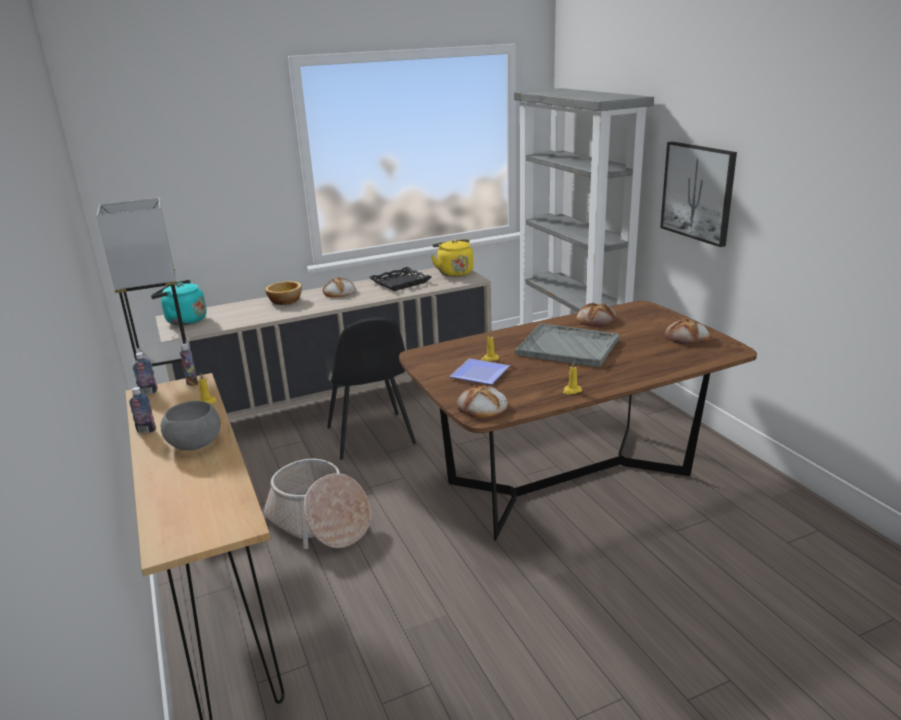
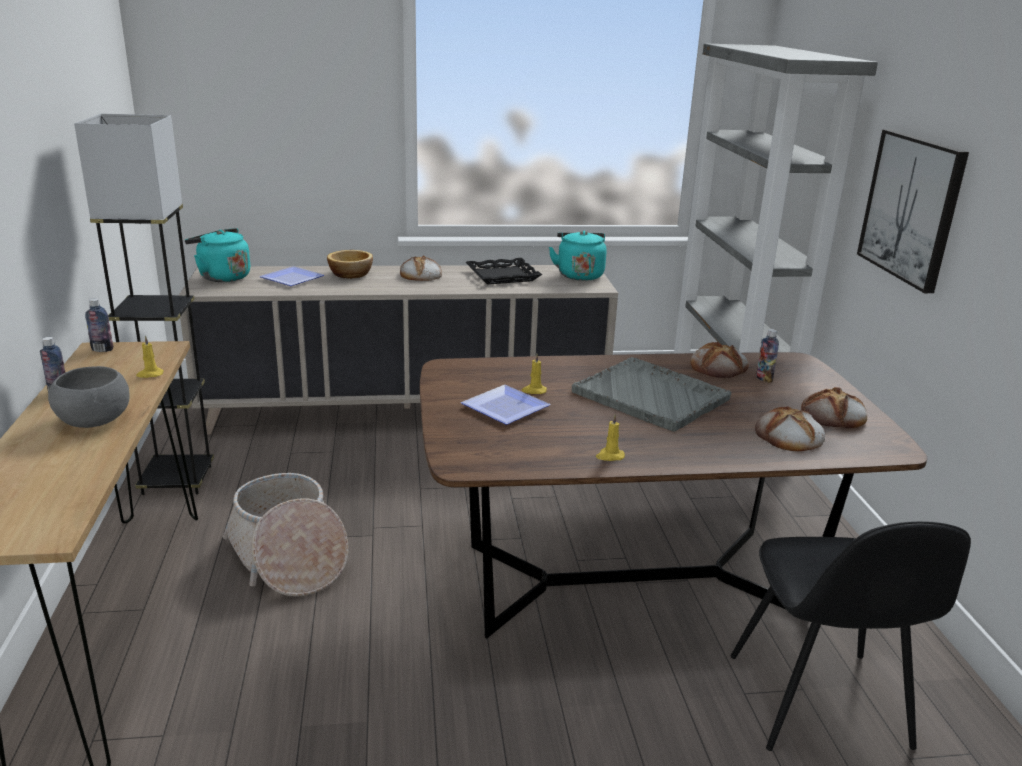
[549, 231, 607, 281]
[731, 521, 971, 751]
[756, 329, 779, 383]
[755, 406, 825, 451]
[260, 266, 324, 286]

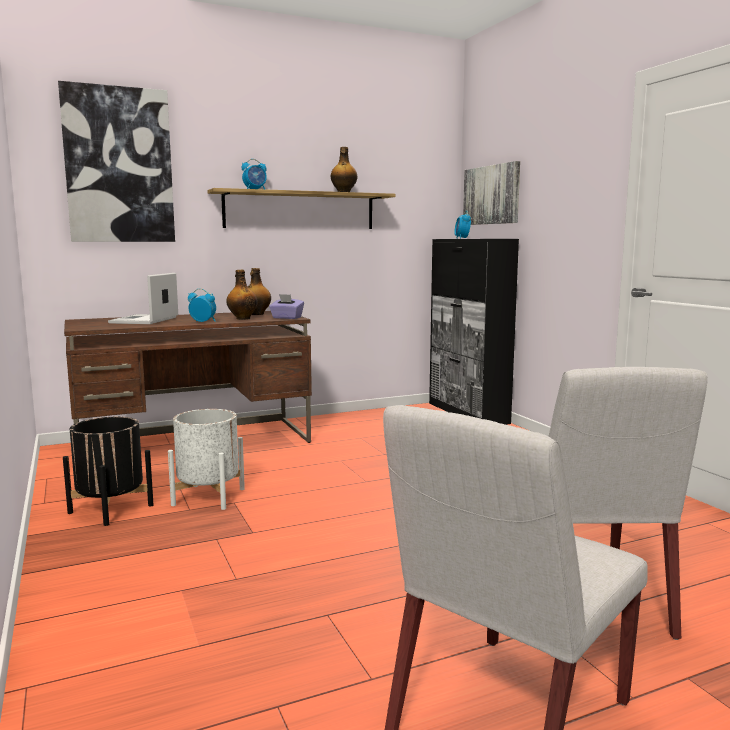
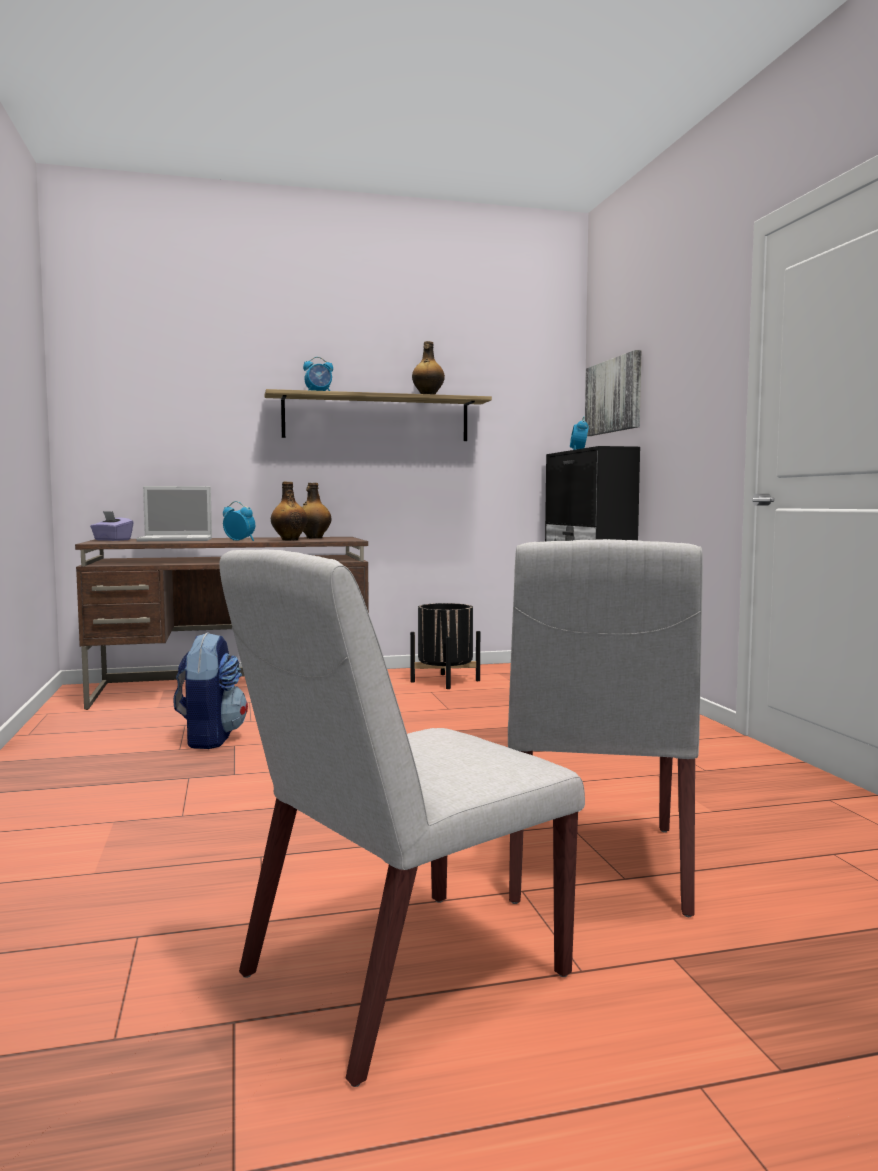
[58, 81, 175, 242] (first image)
[136, 486, 212, 541]
[90, 511, 134, 541]
[173, 632, 248, 749]
[410, 603, 480, 689]

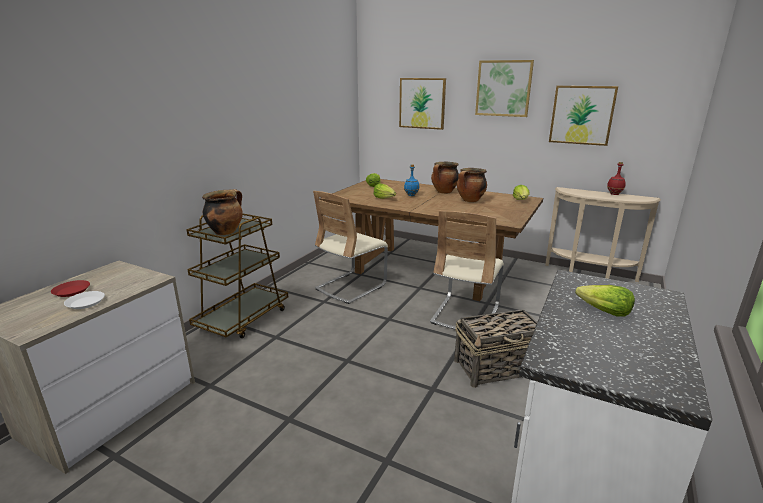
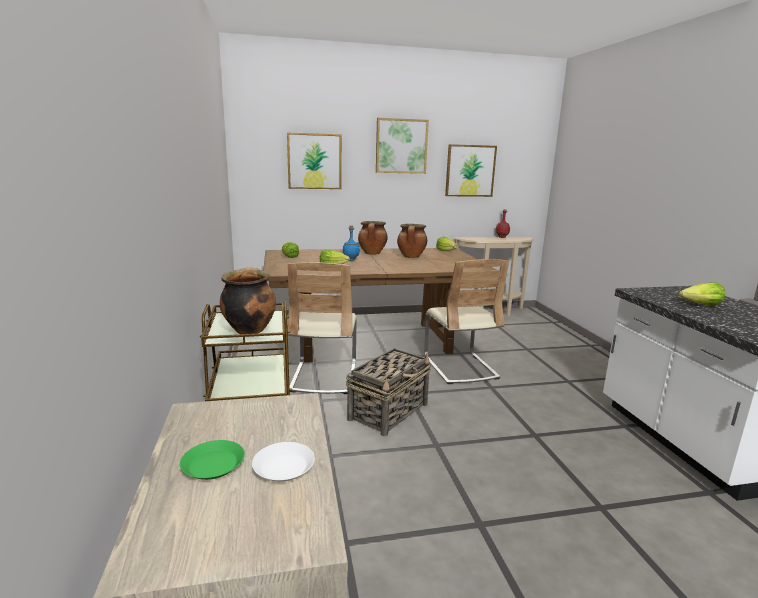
[180, 440, 245, 480]
[346, 348, 431, 436]

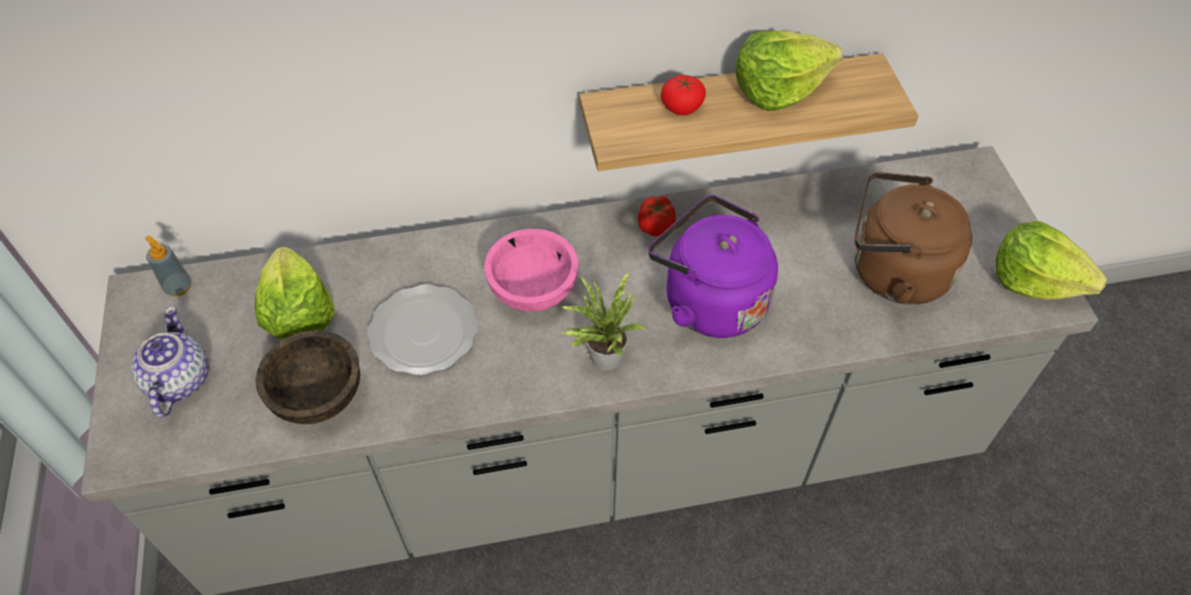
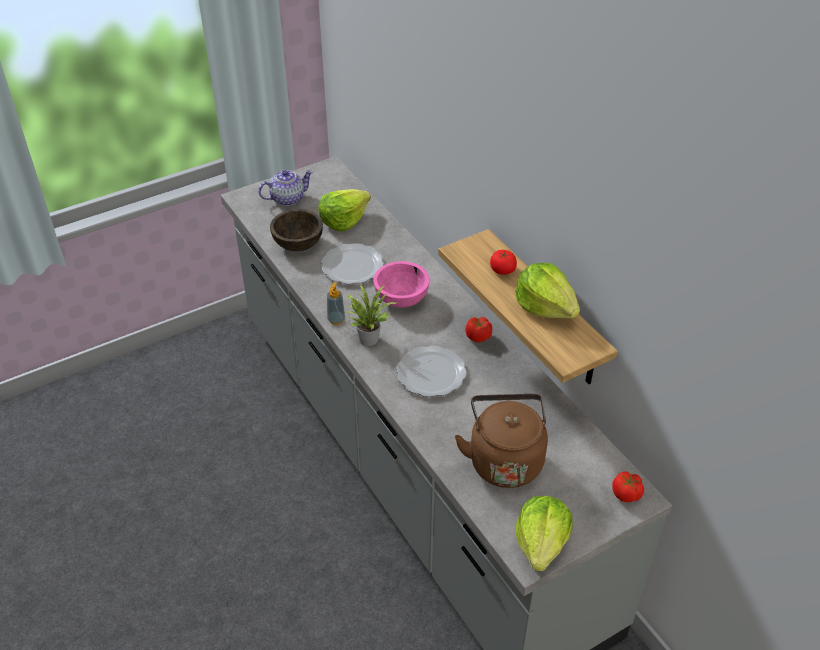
[396, 346, 467, 397]
[327, 282, 345, 325]
[612, 471, 644, 502]

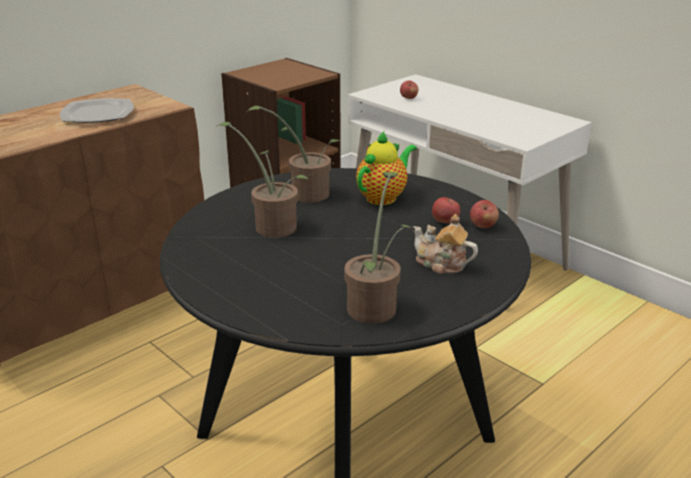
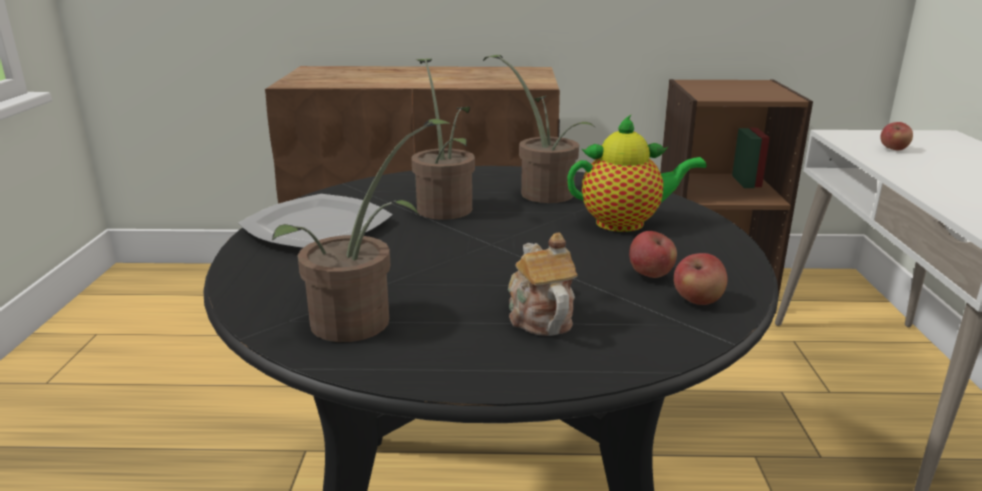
[238, 194, 393, 248]

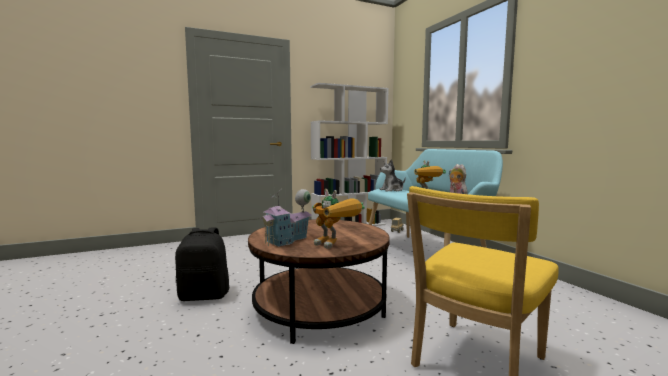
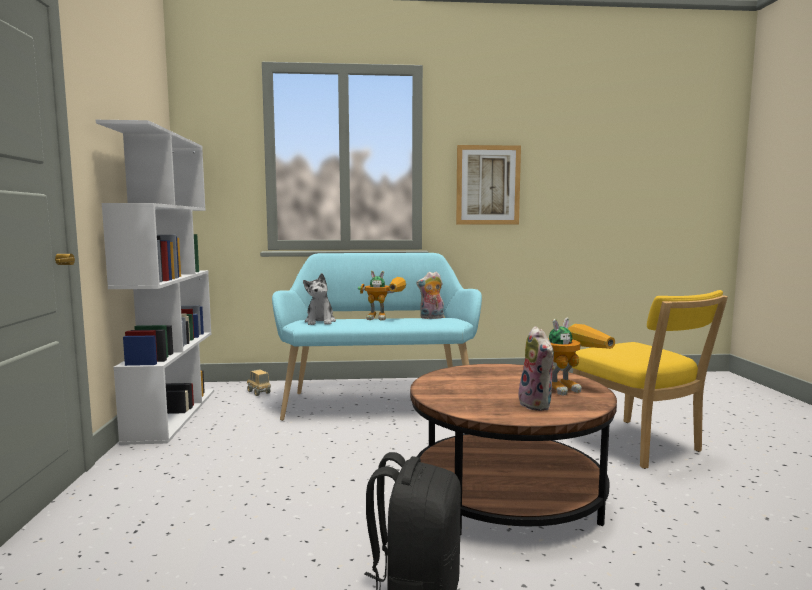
[519, 326, 555, 411]
[456, 145, 521, 224]

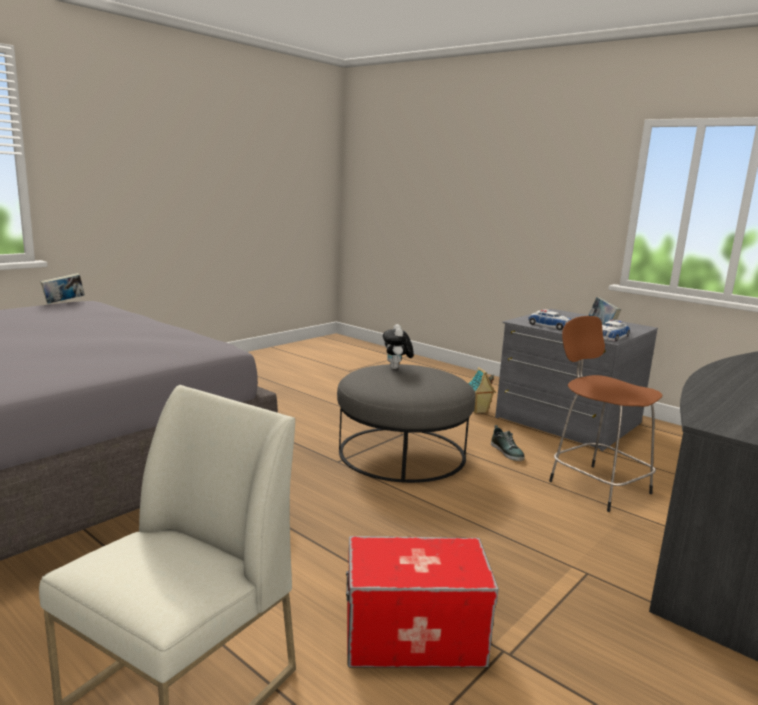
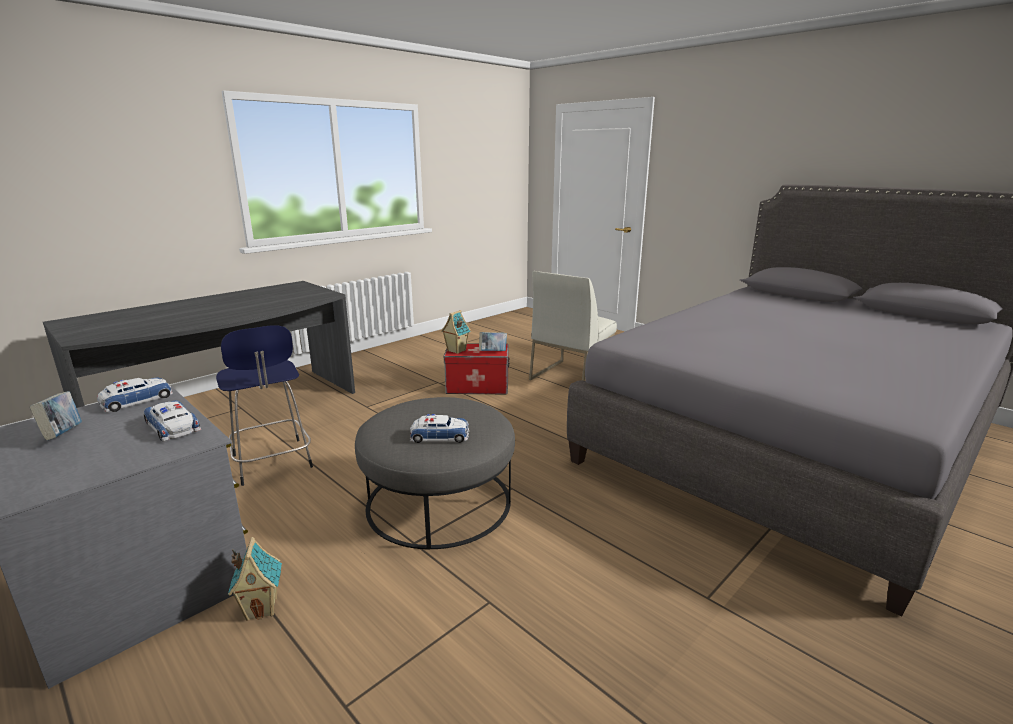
[479, 332, 507, 351]
[216, 325, 313, 486]
[410, 414, 470, 443]
[491, 425, 525, 461] (first image)
[441, 310, 471, 354]

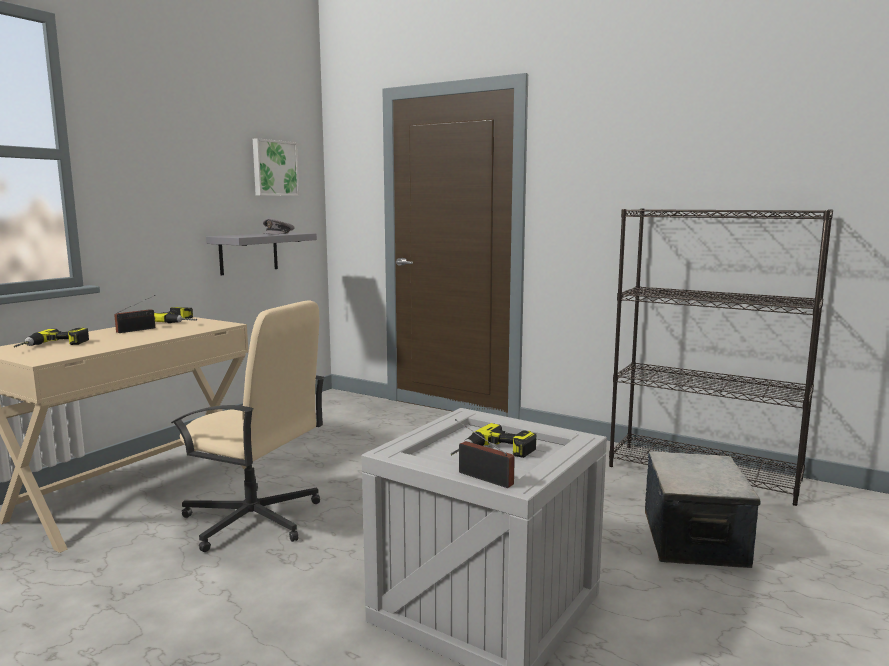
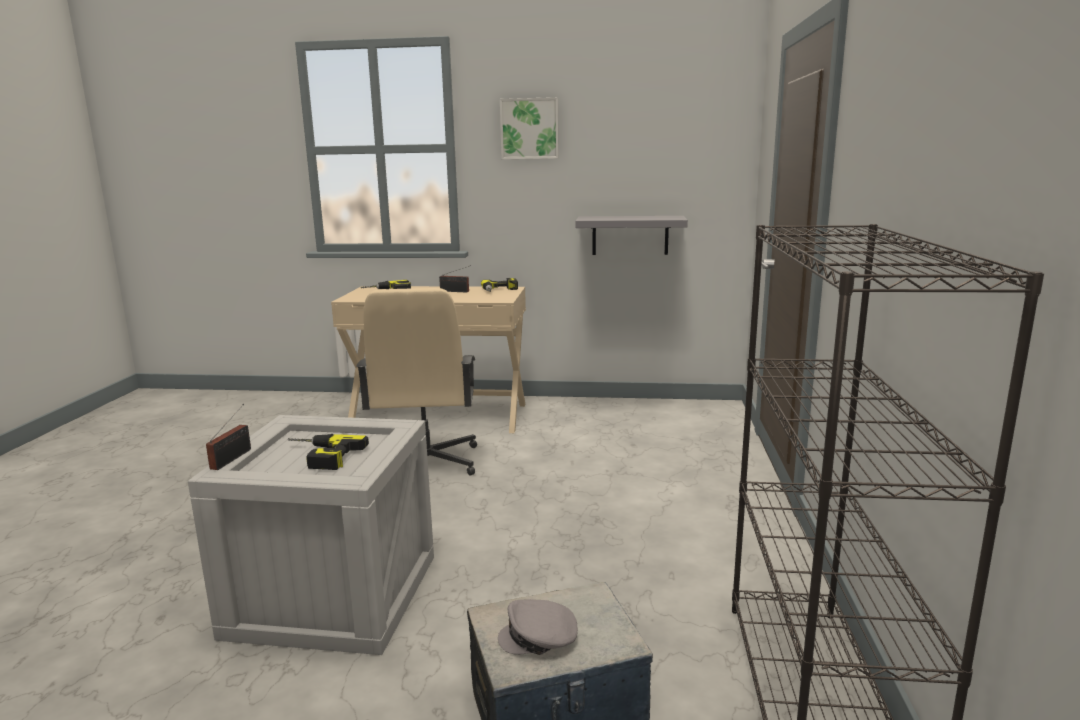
[500, 97, 559, 159]
[498, 599, 578, 655]

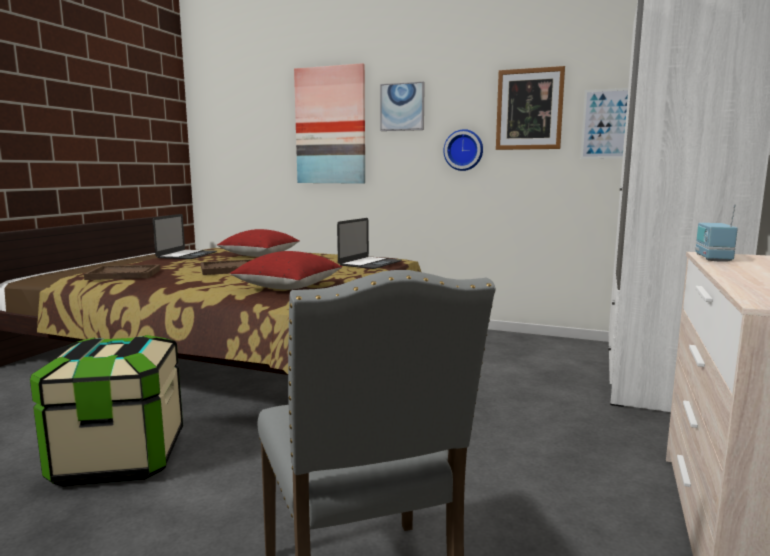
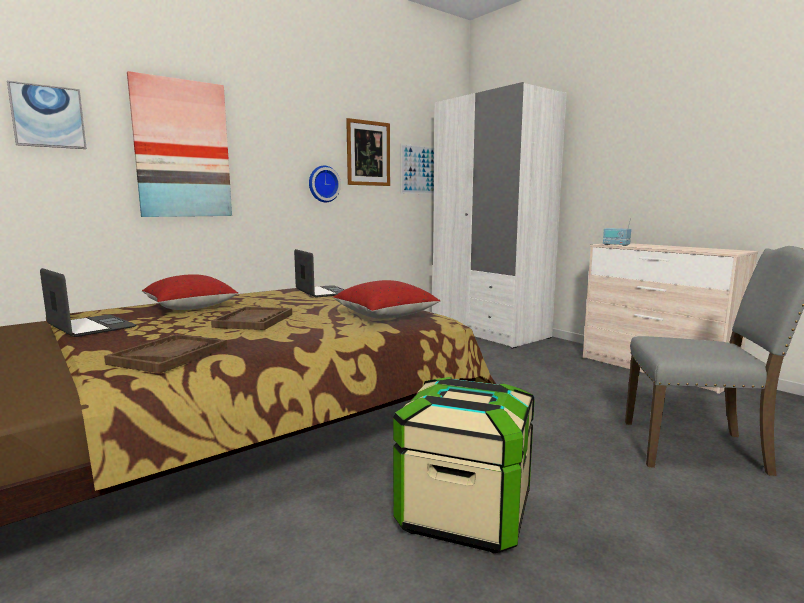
[7, 81, 87, 149]

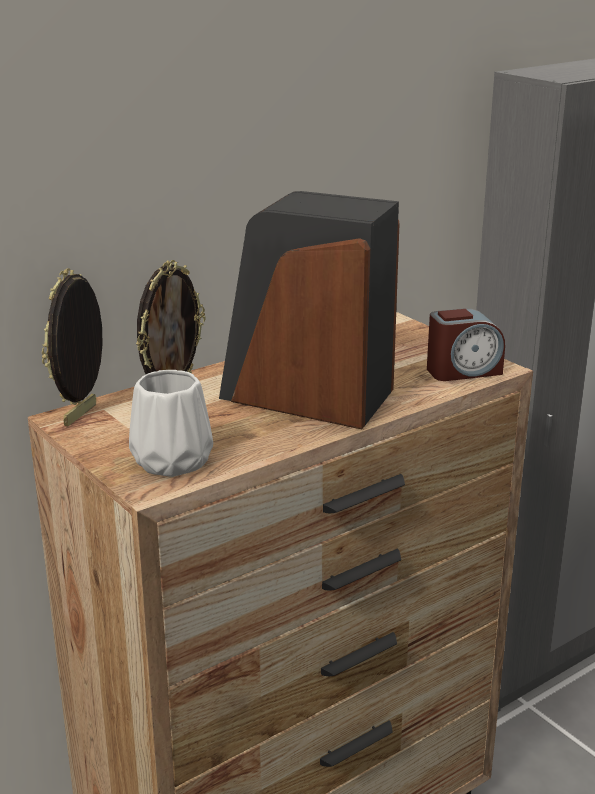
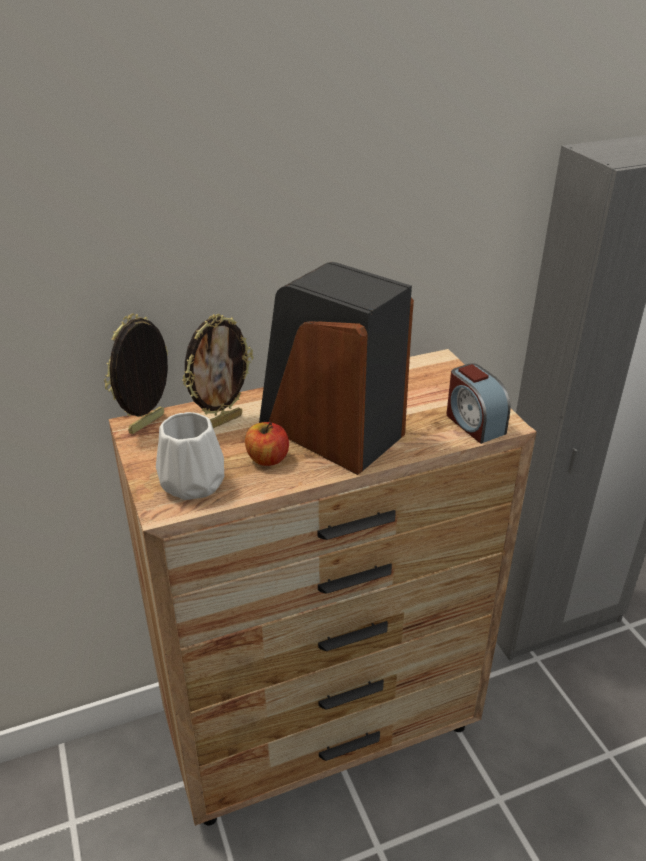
[446, 363, 511, 444]
[245, 422, 289, 466]

